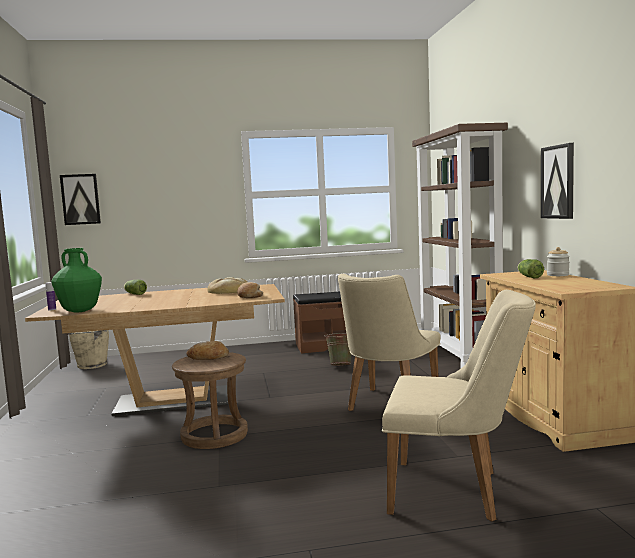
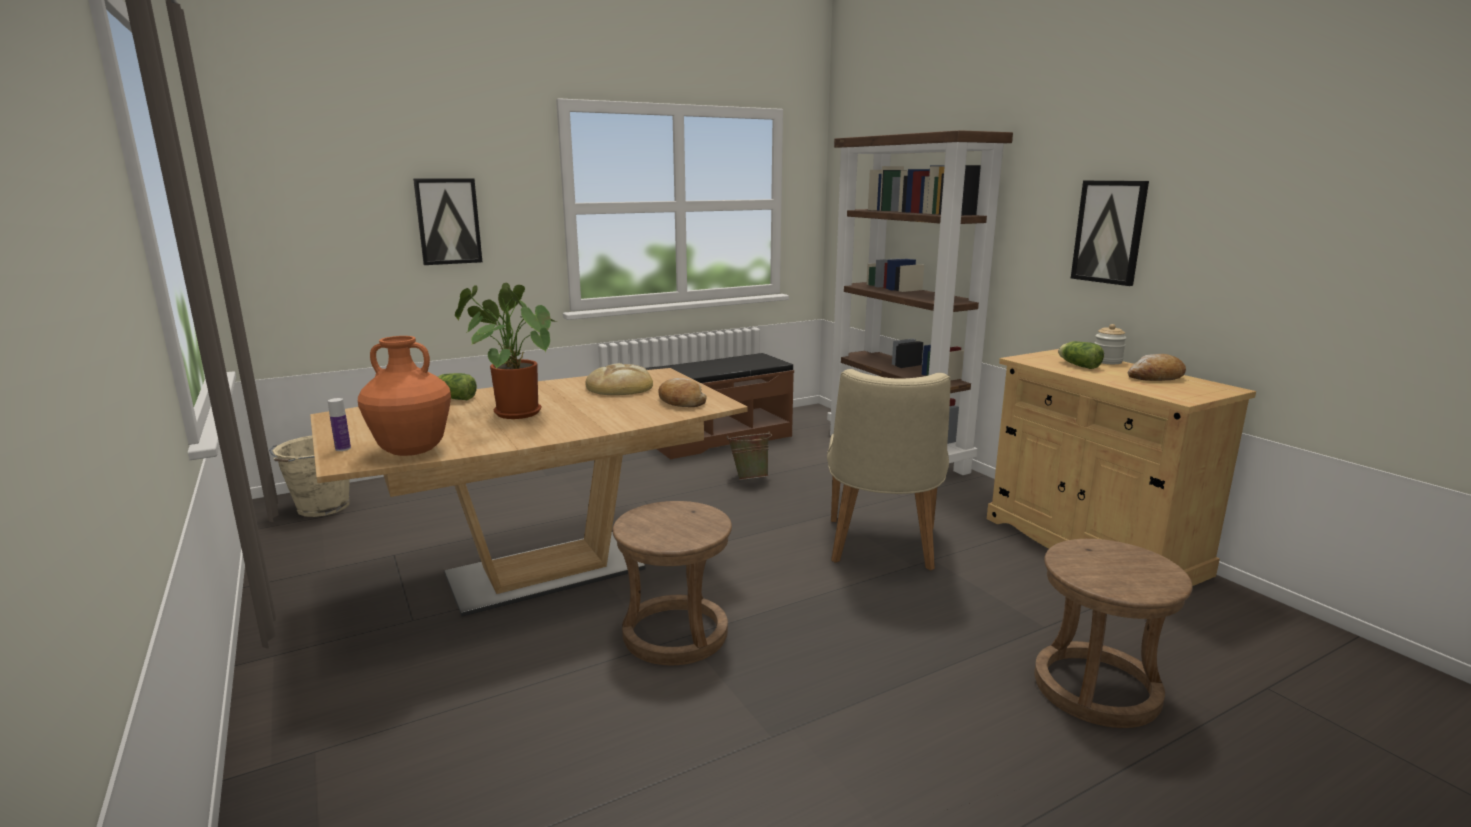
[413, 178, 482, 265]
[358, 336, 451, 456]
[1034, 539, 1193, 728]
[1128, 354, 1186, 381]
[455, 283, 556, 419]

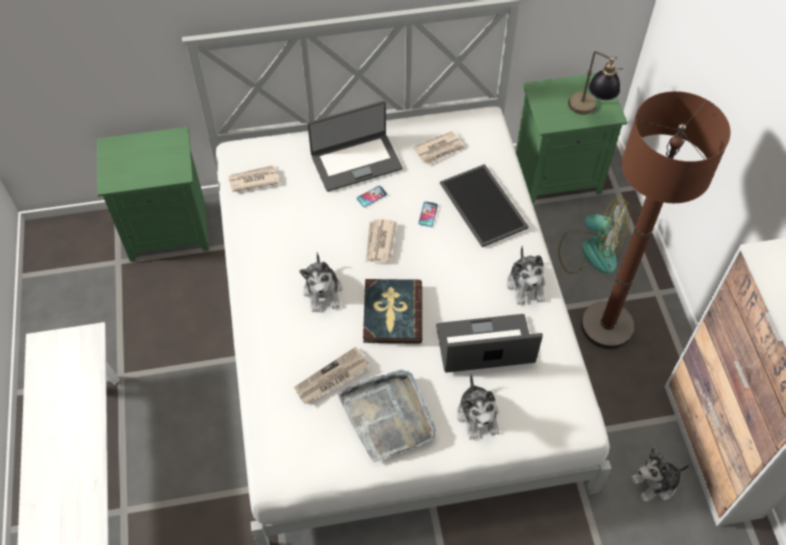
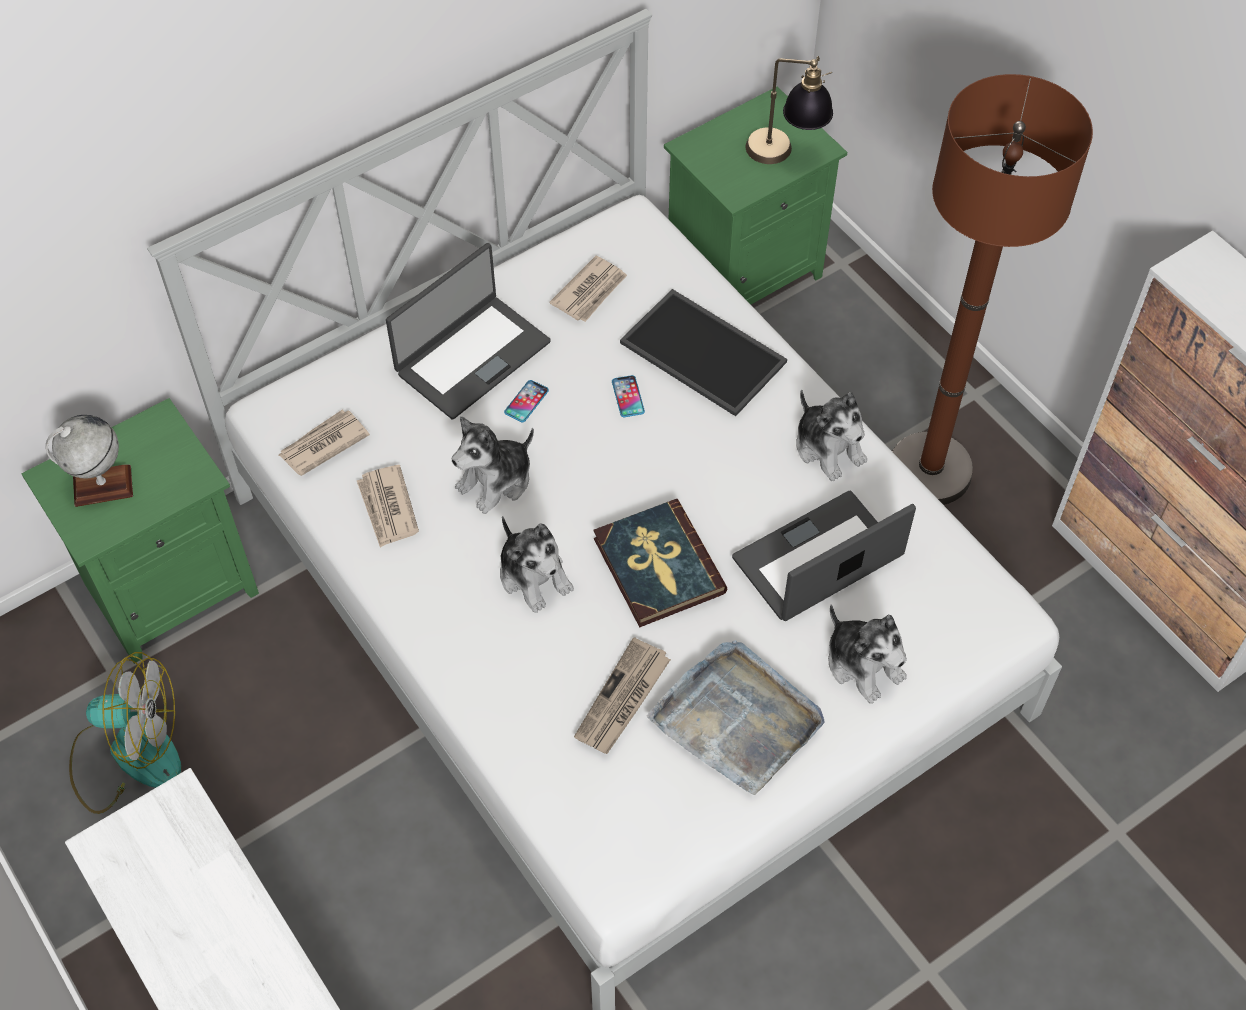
[69, 652, 181, 814]
[357, 465, 419, 547]
[452, 416, 534, 514]
[46, 415, 133, 507]

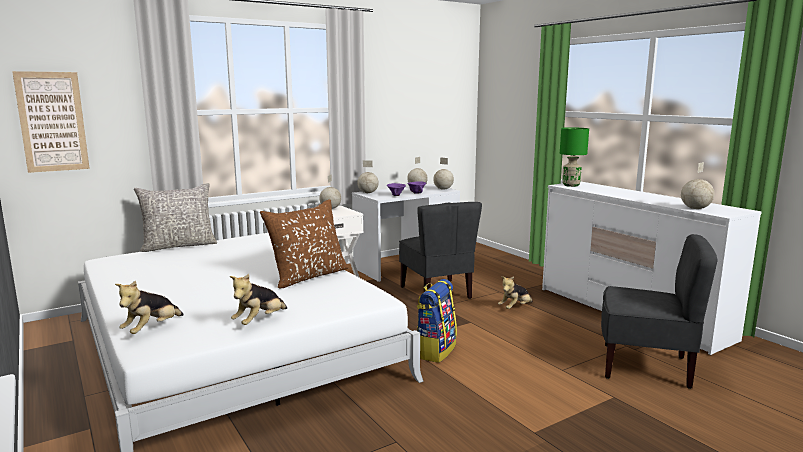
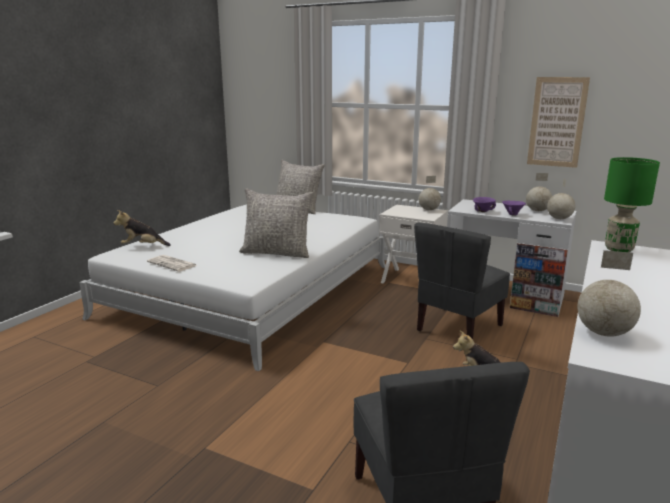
[527, 77, 590, 168]
[357, 160, 379, 193] (first image)
[239, 188, 314, 258]
[147, 255, 197, 272]
[417, 279, 457, 363] (first image)

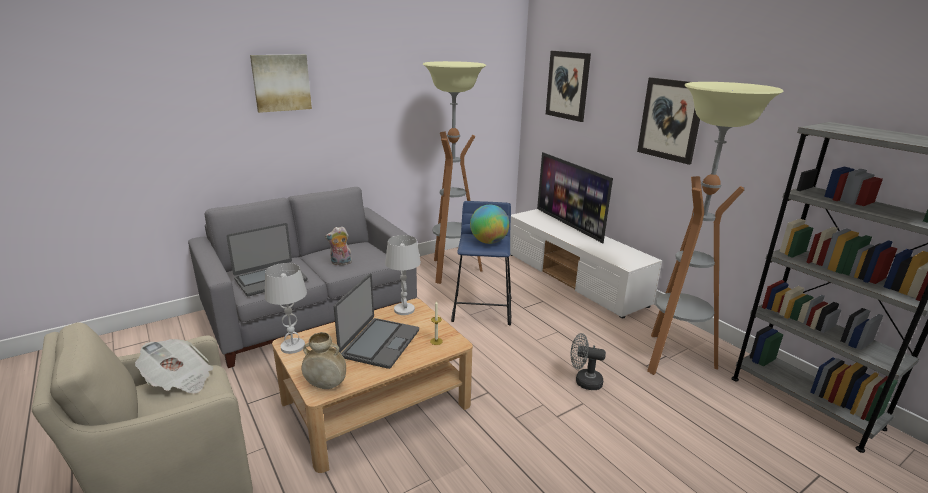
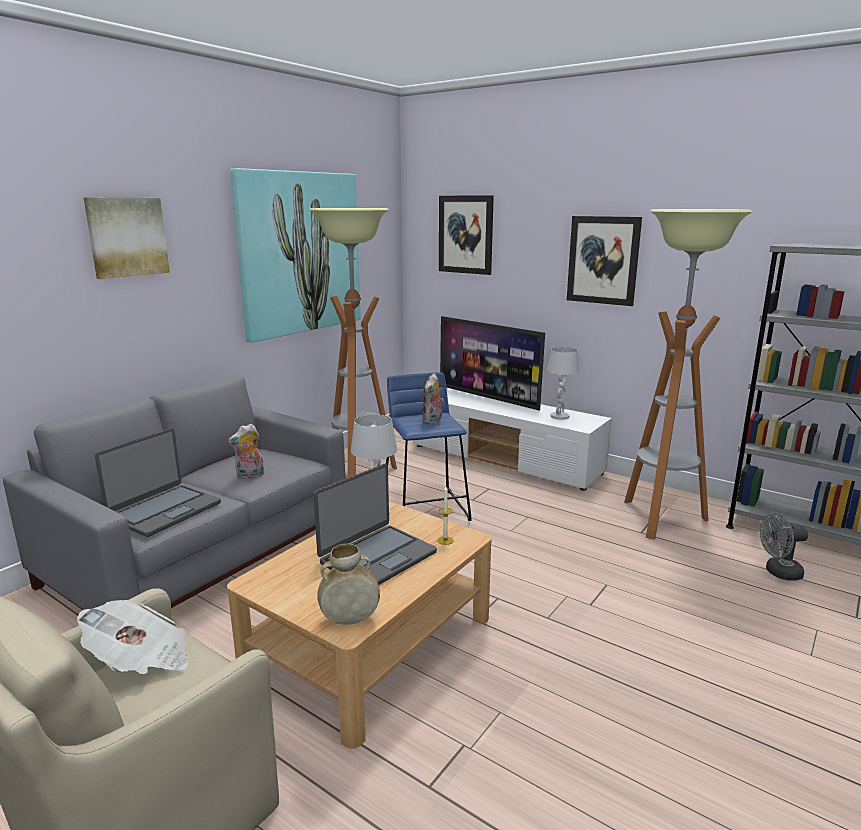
[422, 373, 444, 424]
[547, 347, 579, 420]
[313, 463, 437, 585]
[760, 513, 808, 581]
[230, 168, 361, 343]

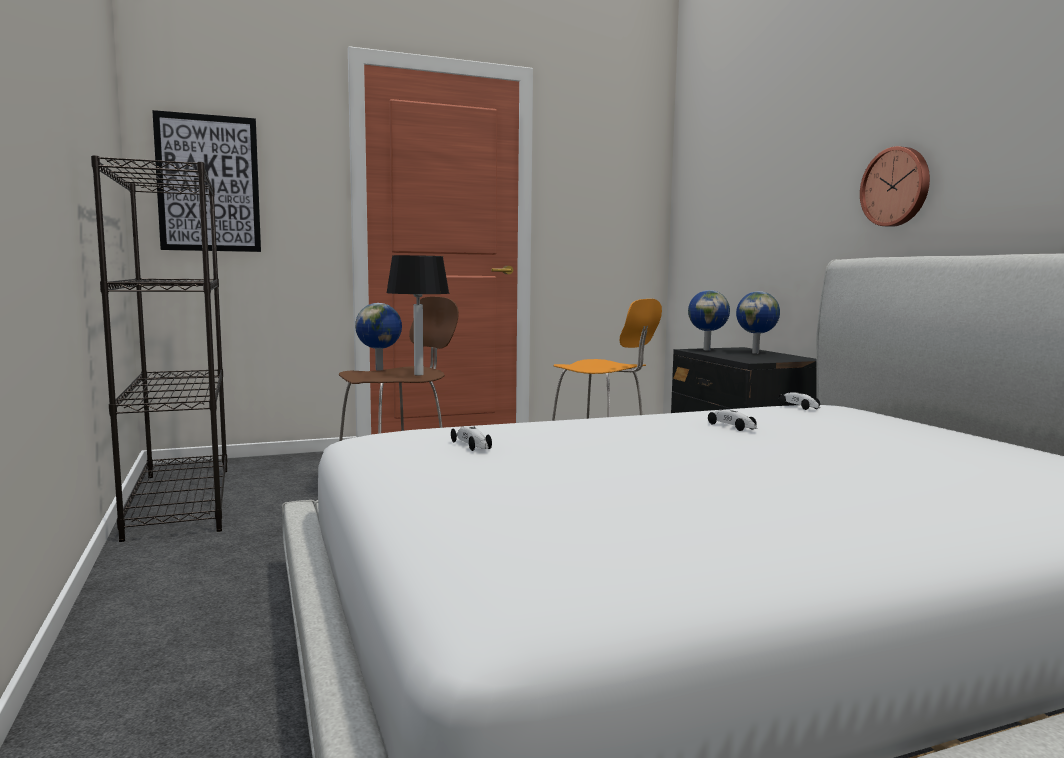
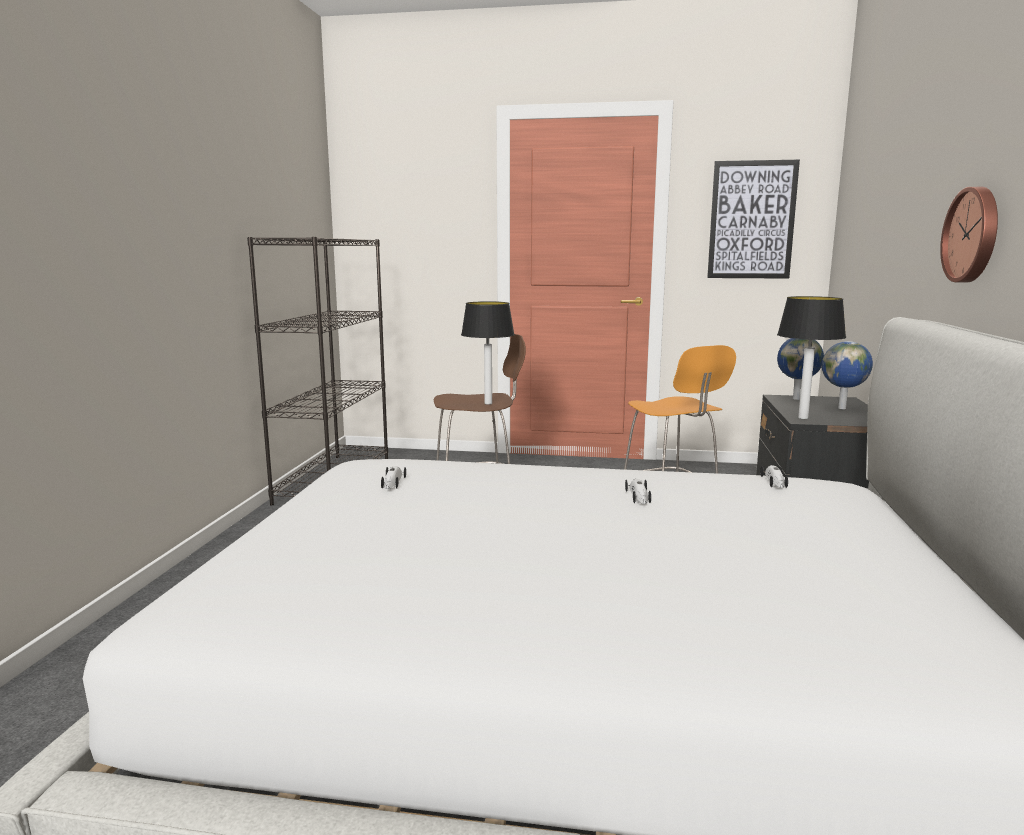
[707, 160, 800, 279]
[355, 303, 402, 371] (first image)
[777, 296, 846, 419]

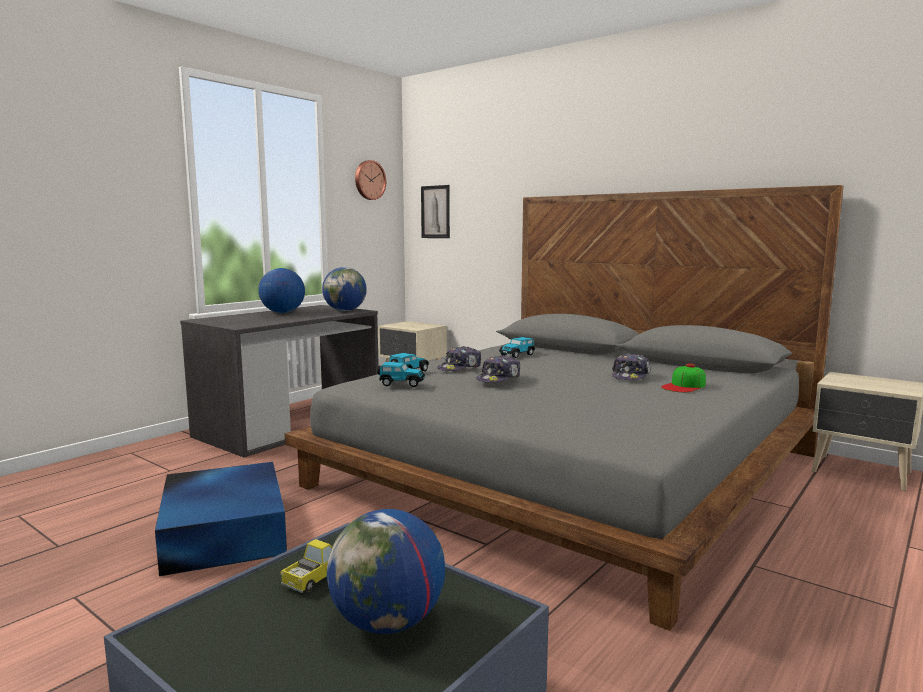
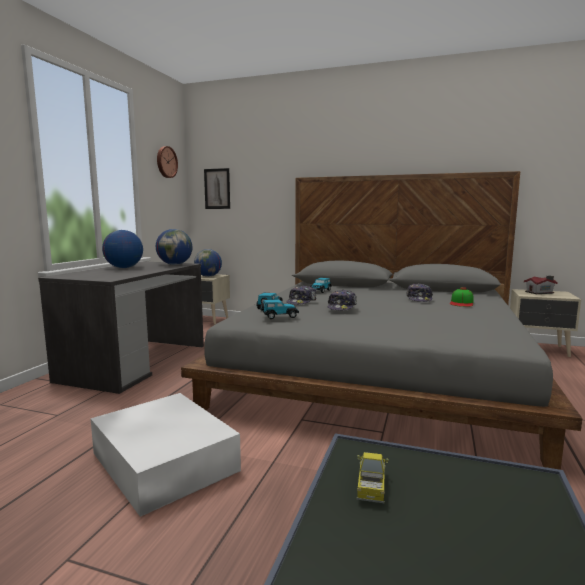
[90, 393, 241, 517]
[194, 249, 222, 277]
[524, 276, 558, 294]

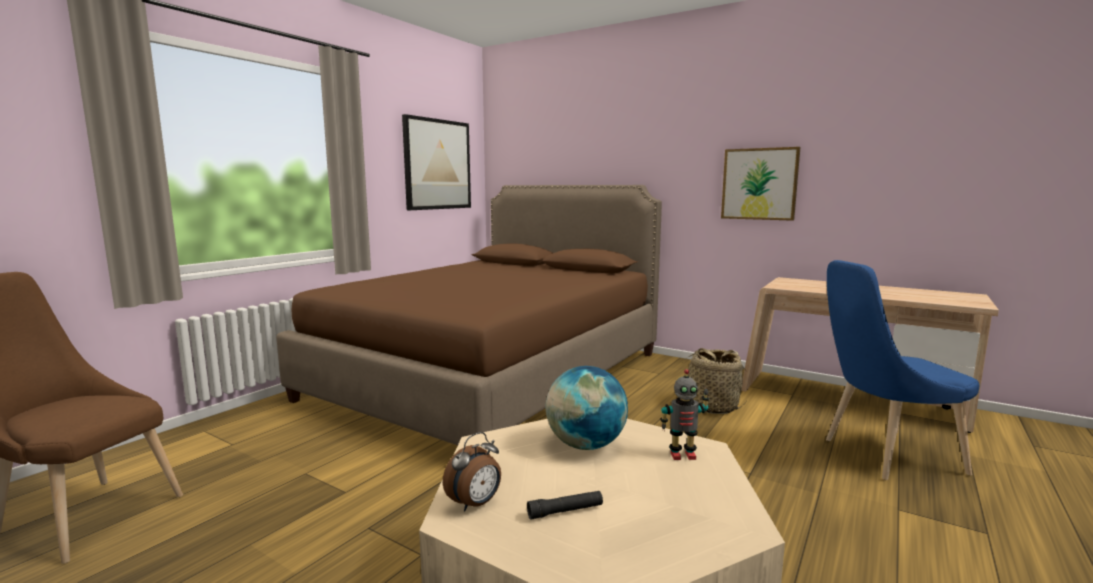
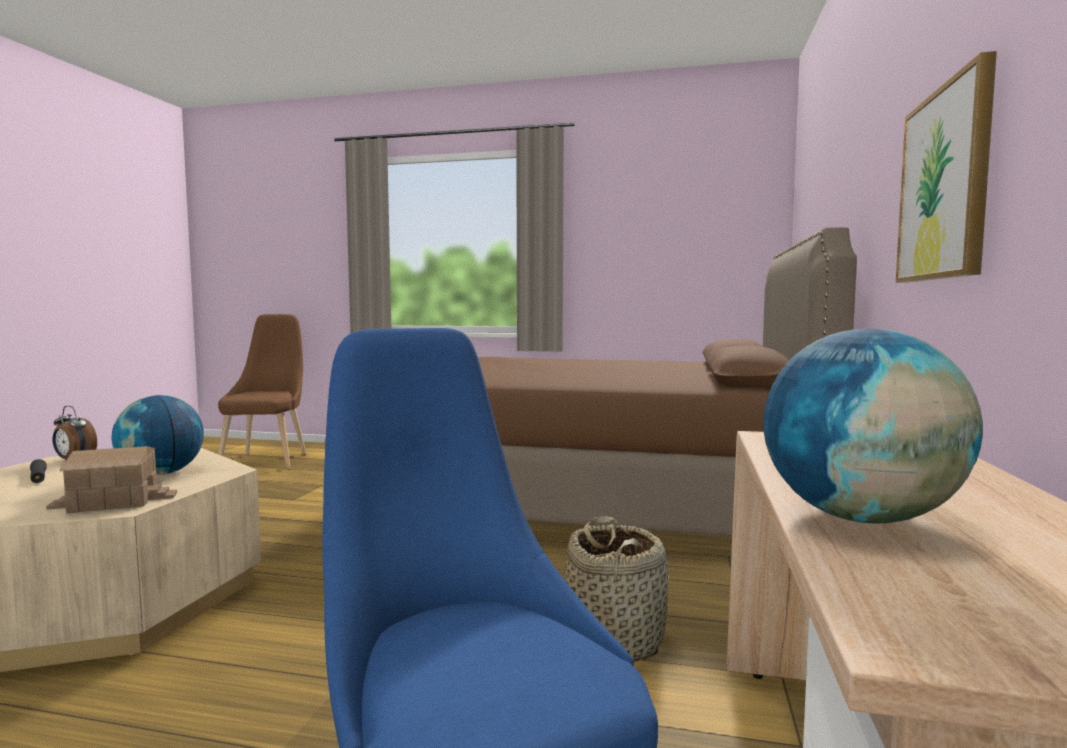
[402, 114, 471, 210] (first image)
[46, 446, 177, 513]
[763, 328, 983, 523]

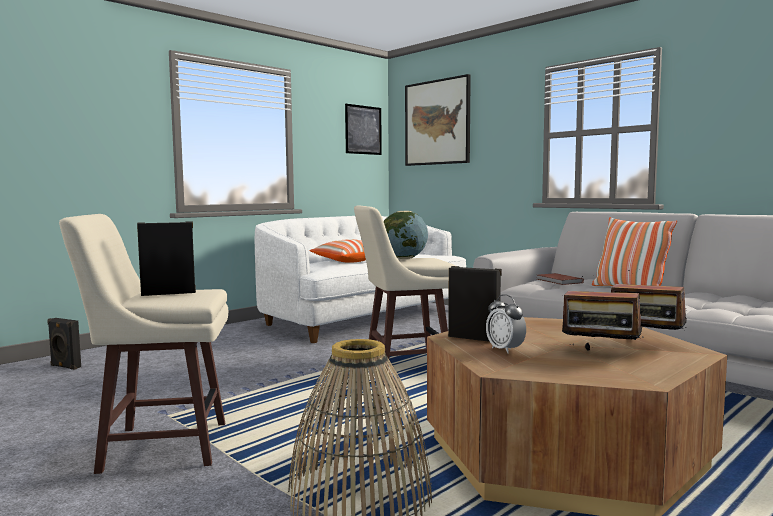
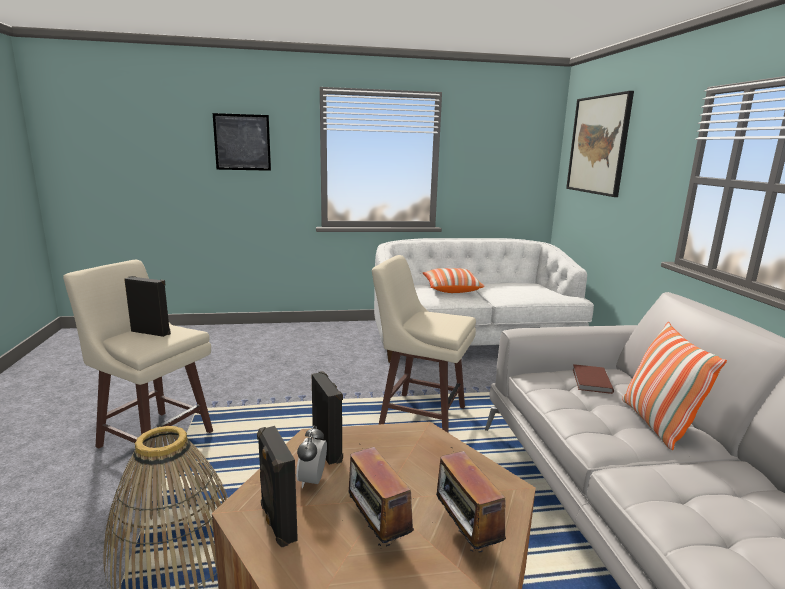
[213, 113, 271, 171]
[384, 211, 428, 259] (first image)
[257, 426, 298, 547]

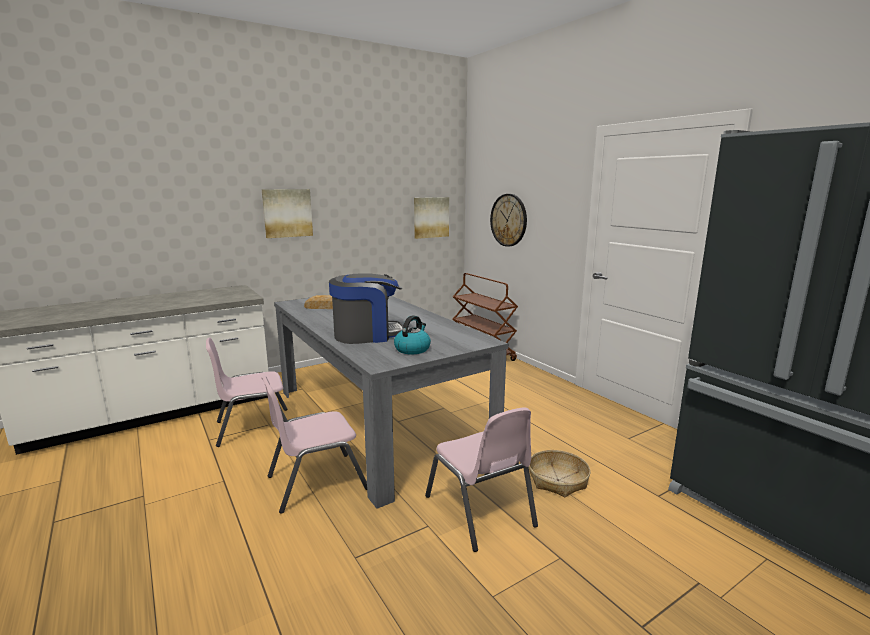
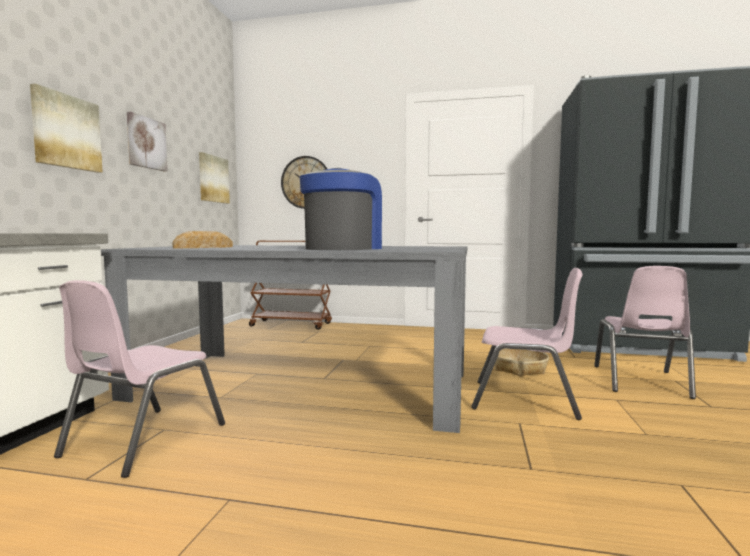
[394, 315, 431, 354] (first image)
[594, 266, 696, 399]
[127, 111, 168, 171]

